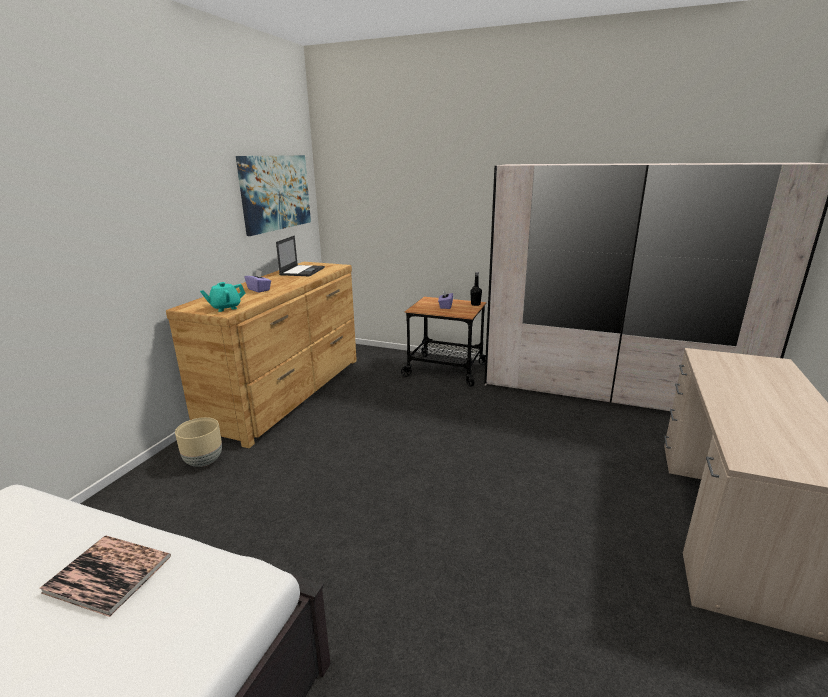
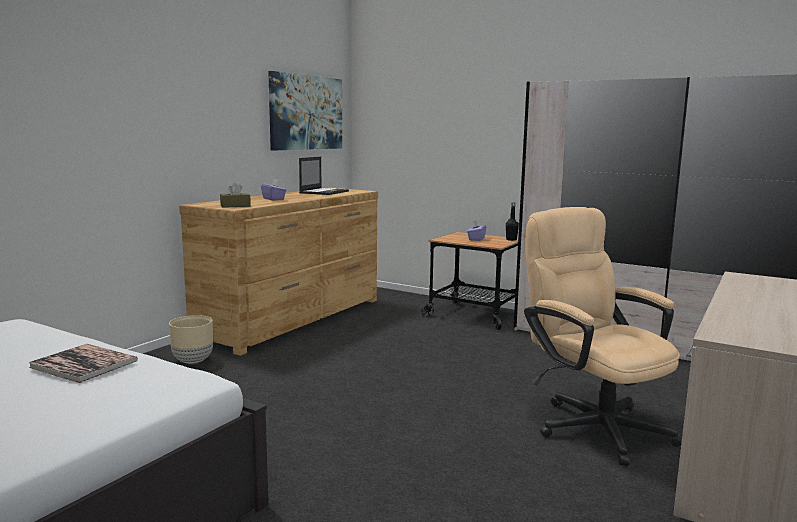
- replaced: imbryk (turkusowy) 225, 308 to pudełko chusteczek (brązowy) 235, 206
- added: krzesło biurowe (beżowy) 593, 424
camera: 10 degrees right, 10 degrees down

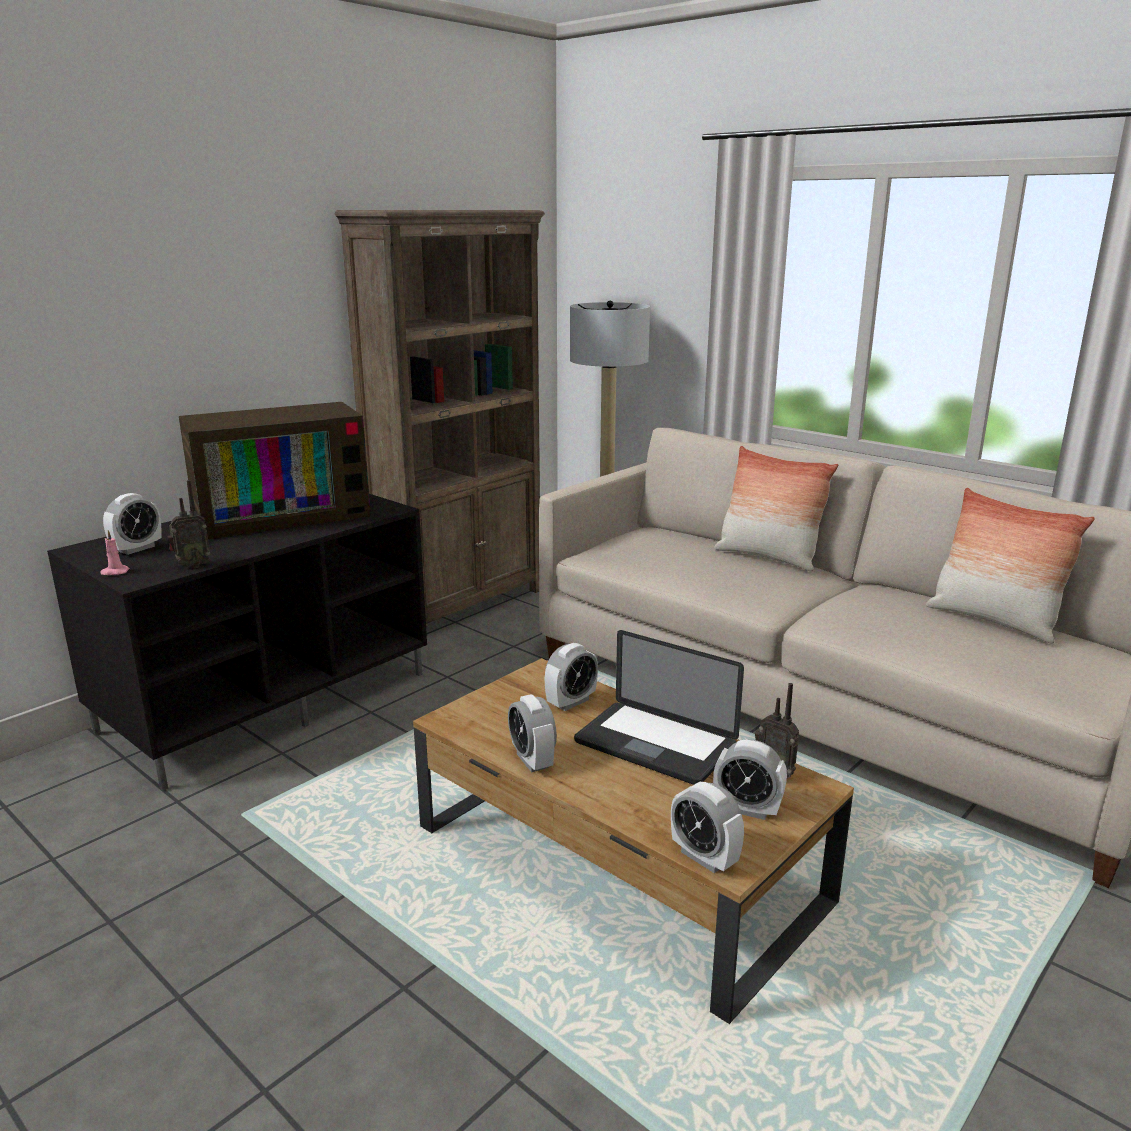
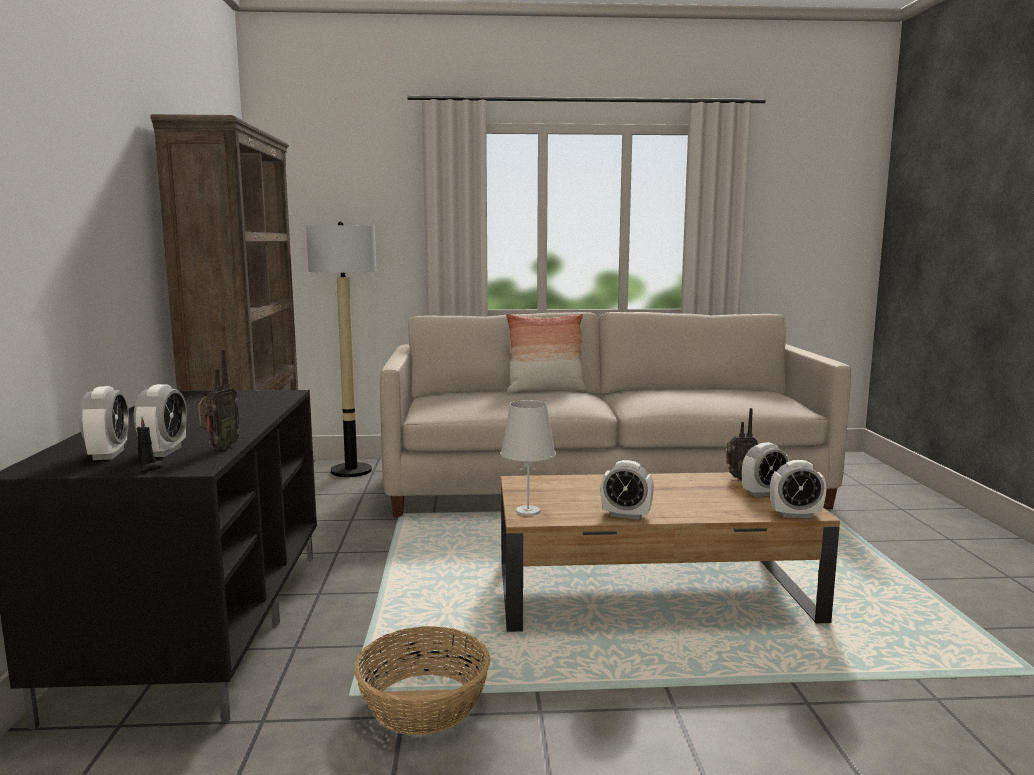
- recoloured: świeca (różowy) 114, 572 to świeca (czarny) 145, 469
- moved: budzik 571, 702 to 164, 451
- added: koszyk 423, 703
- added: lampa stołowa (biały) 527, 511
- removed: telewizor 283, 514
- removed: laptop 655, 744
- removed: poduszka 993, 621
camera: 45 degrees left, 10 degrees down

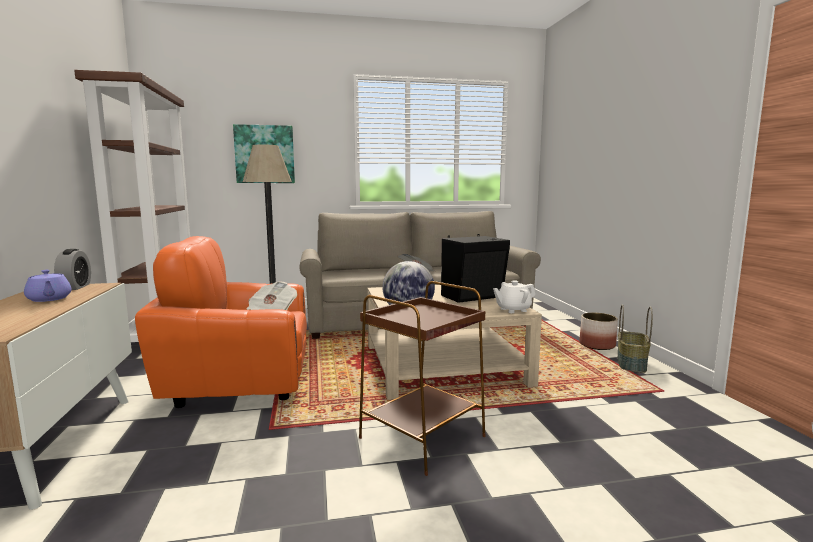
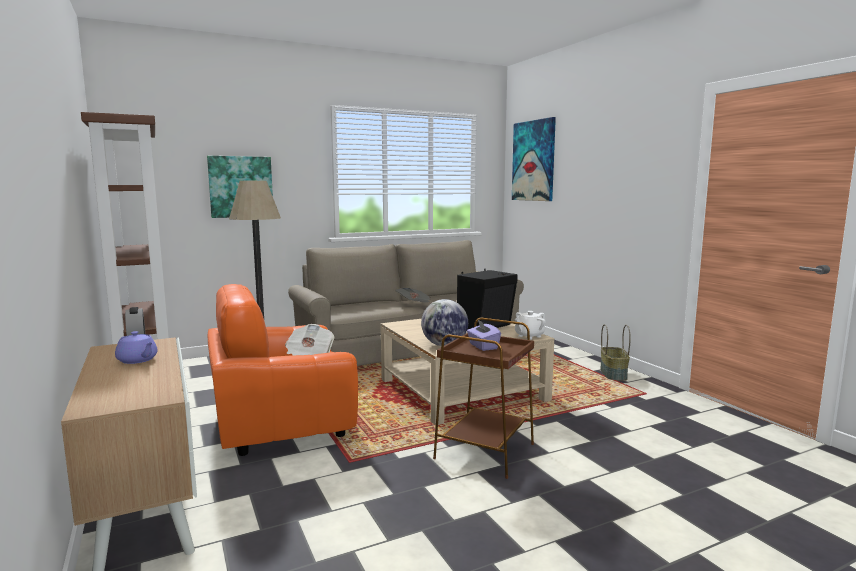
- added: pudełko chusteczek (fioletowy) 483, 346
- added: obraz 533, 161
- removed: donica 597, 345
camera: 15 degrees left, 0 degrees up

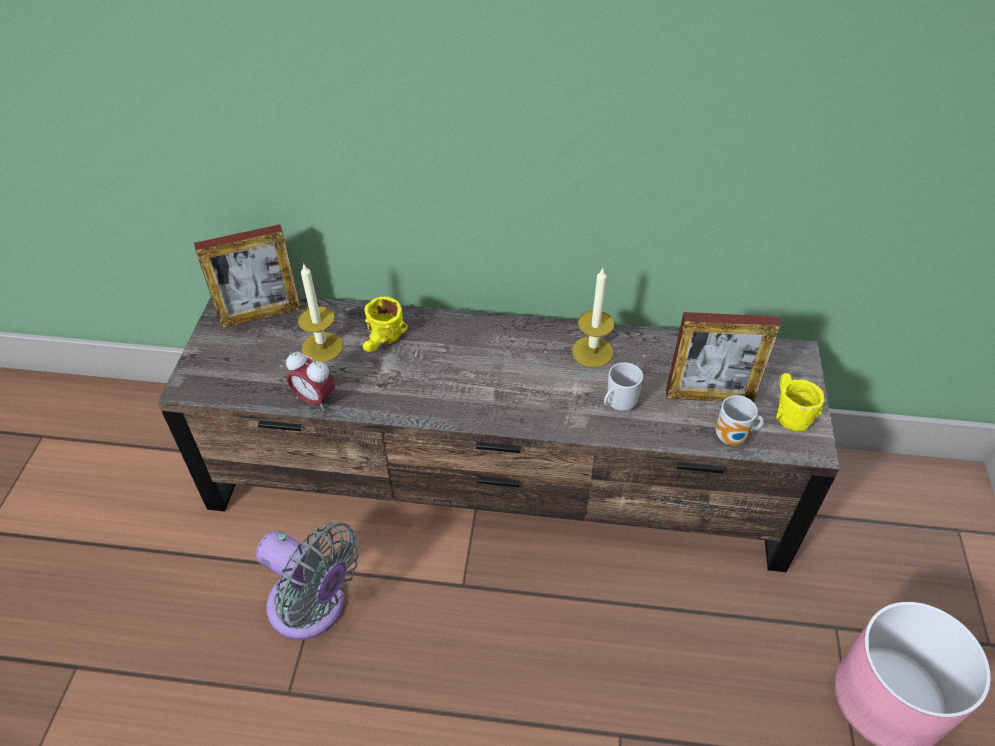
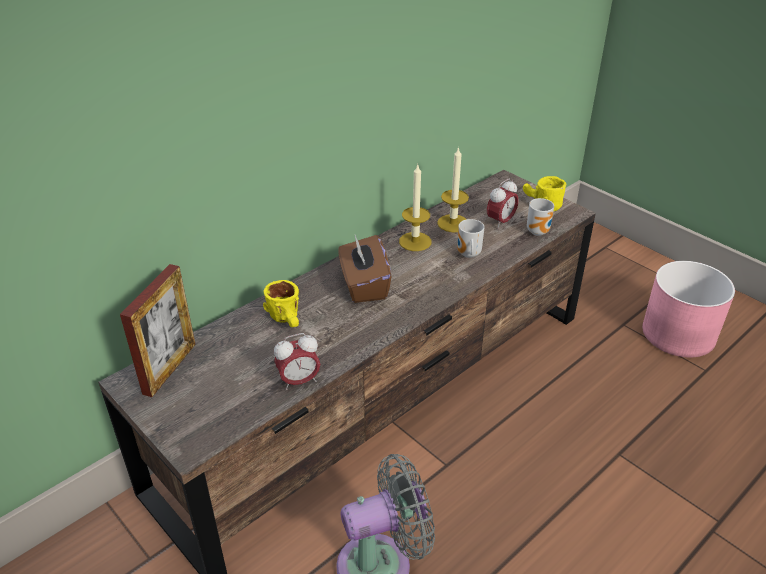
- added: pudełko chusteczek (brązowy) 364, 285
- moved: świeca 322, 347 to 453, 223
- replaced: ramka na zdjęcie 709, 396 to budzik 500, 222
camera: 50 degrees left, 10 degrees down

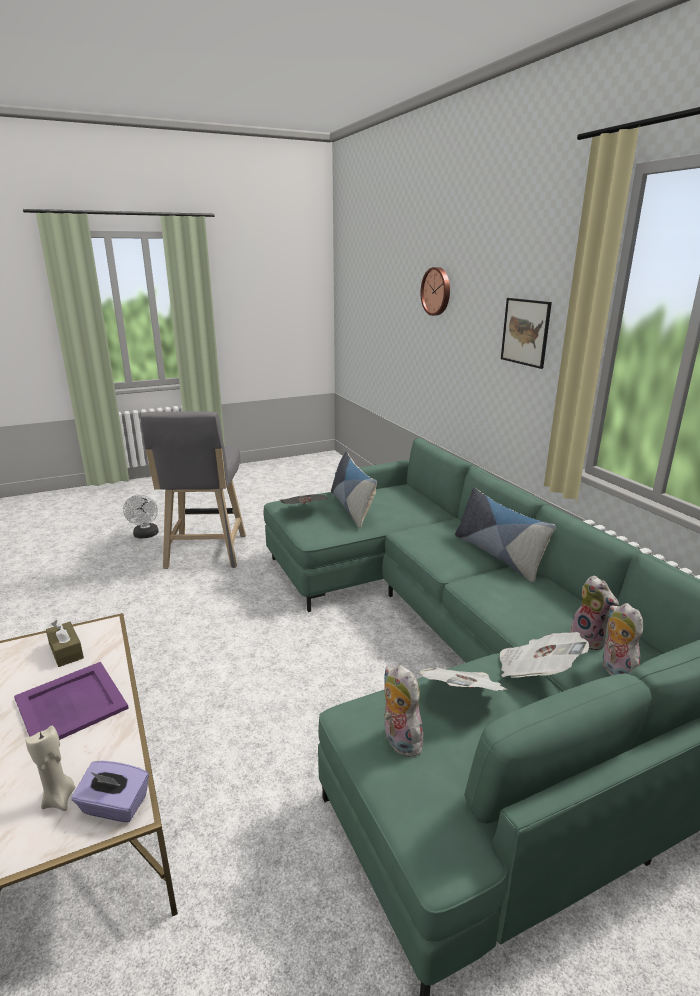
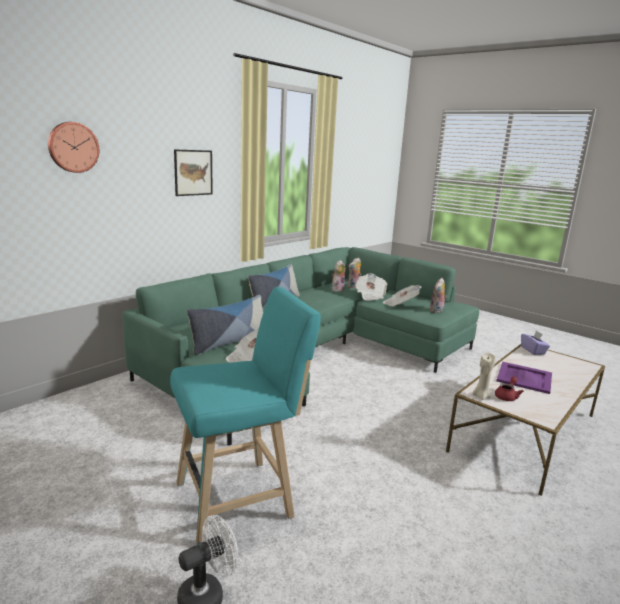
- recoloured: stołek (szary) 205, 554 to stołek (turkusowy) 240, 498
- moved: świeca (beżowy) 59, 798 to 480, 396
- replaced: pudełko chusteczek (brązowy) 66, 651 to imbryk (czerwony) 507, 396
camera: 115 degrees left, 5 degrees down

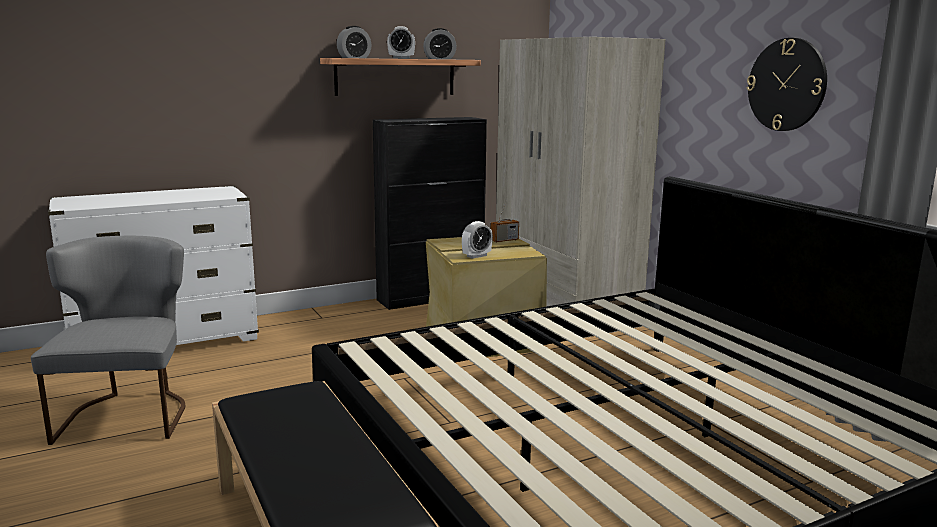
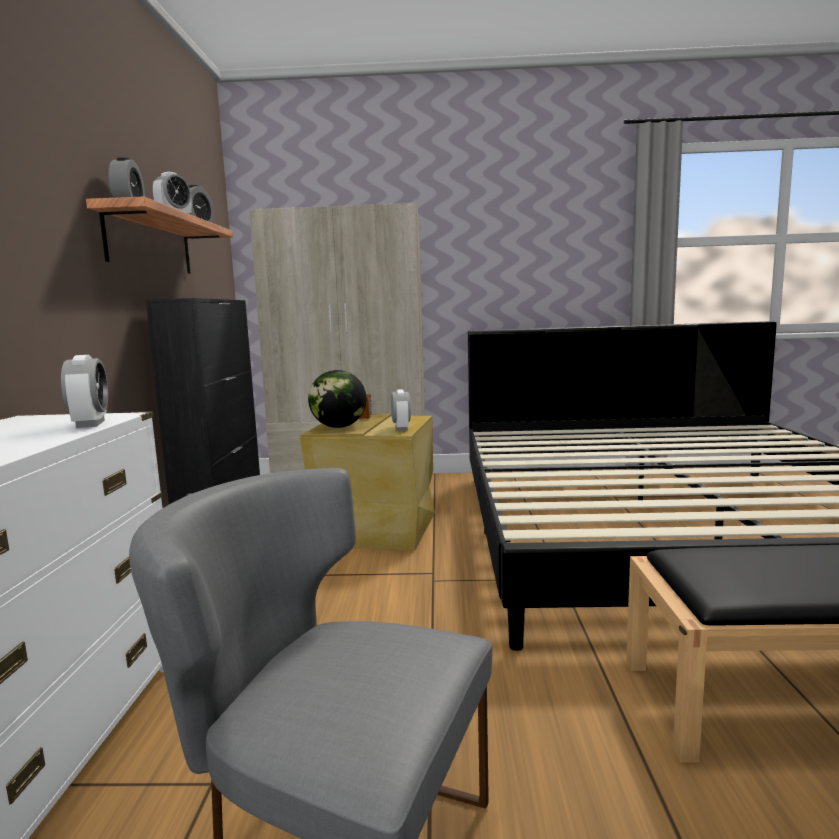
- added: budzik 90, 424
- added: globus 339, 427
- removed: zegar ścienny 786, 85
camera: 60 degrees left, 5 degrees down

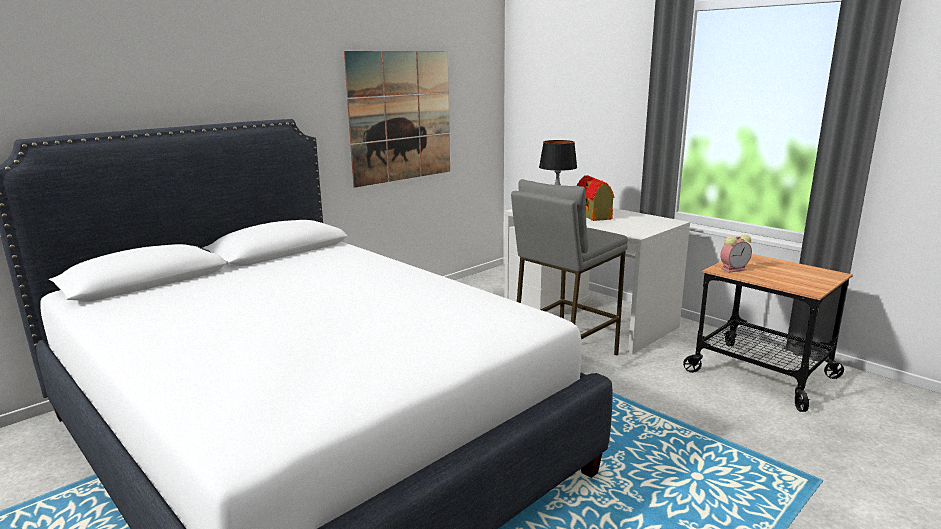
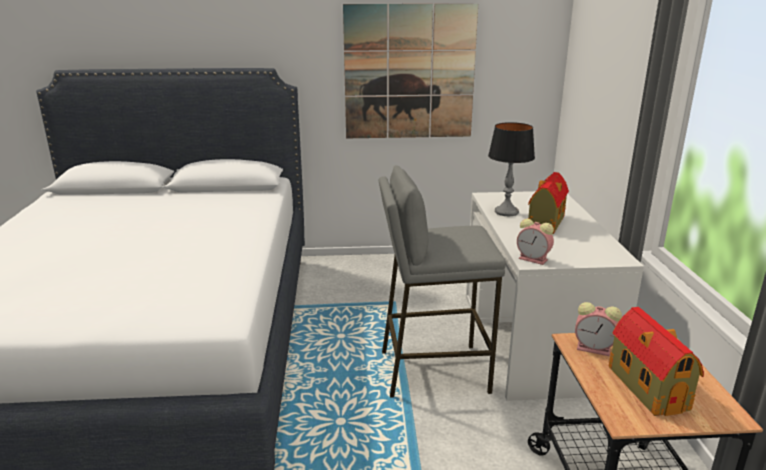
- added: budzik 534, 259
- added: domek 646, 386
camera: 40 degrees right, 5 degrees up

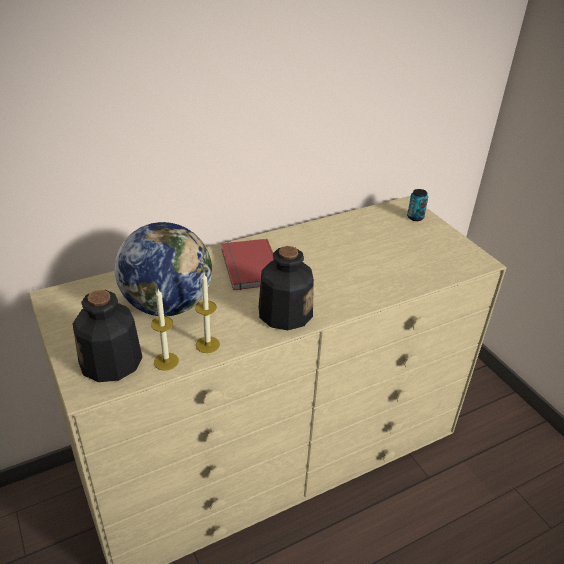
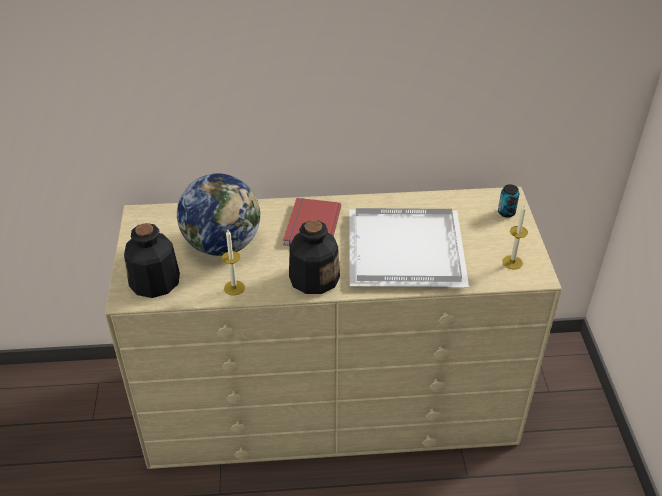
- added: taca (biały) 403, 248
- moved: świeca 166, 361 to 512, 262
camera: 25 degrees right, 5 degrees up

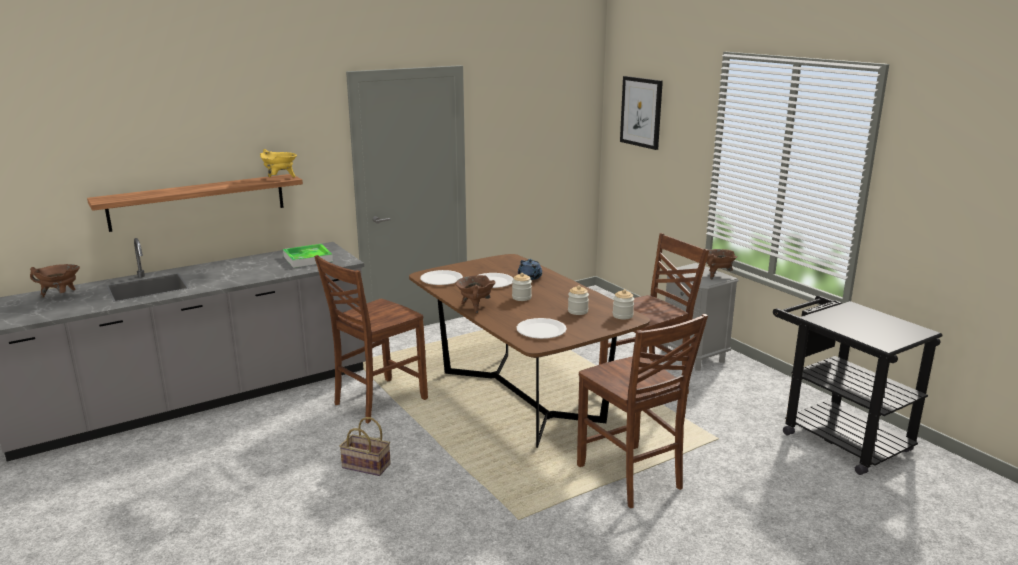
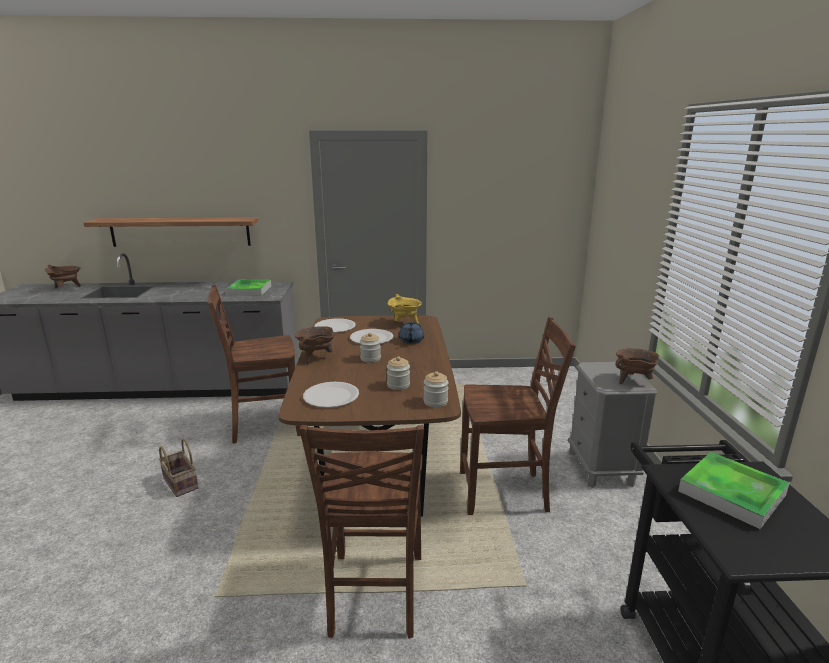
- moved: garnek (żółty) 280, 178 to 404, 323
- added: taca 731, 493
- removed: obraz 641, 112
camera: 30 degrees right, 0 degrees up

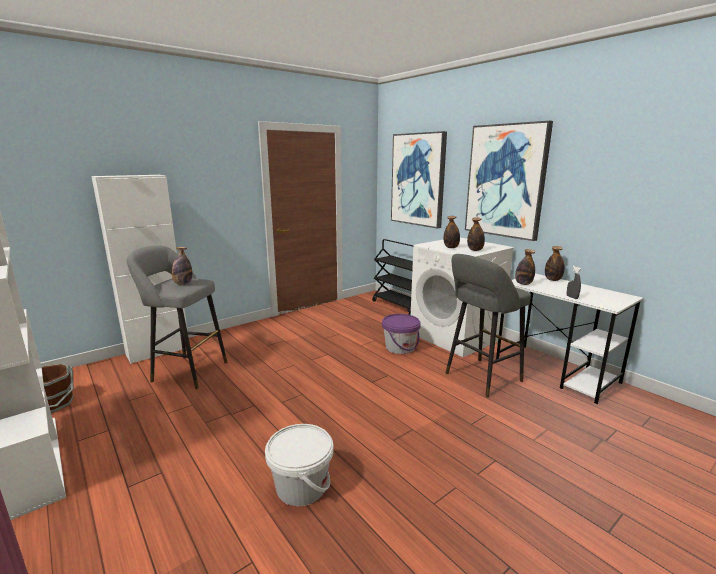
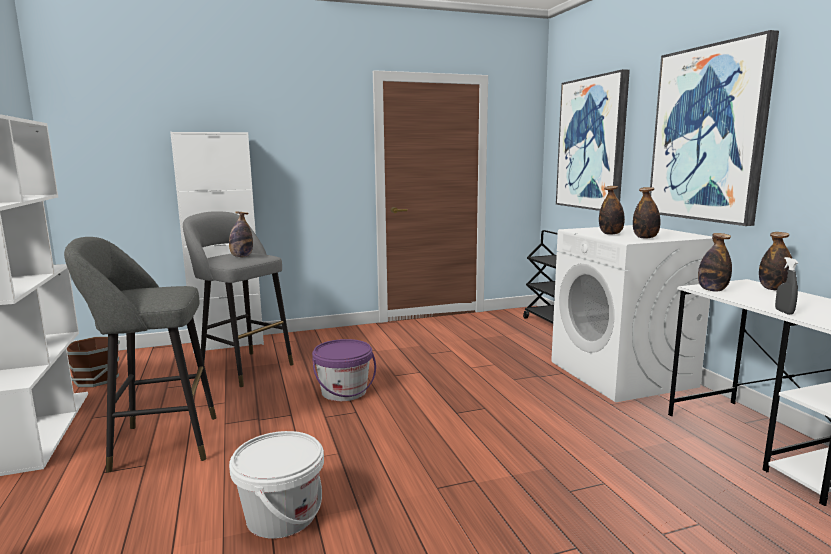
- moved: stołek (szary) 480, 378 to 158, 443
- moved: wiadro (fioletowy) 400, 347 to 344, 392
camera: 20 degrees right, 5 degrees down

